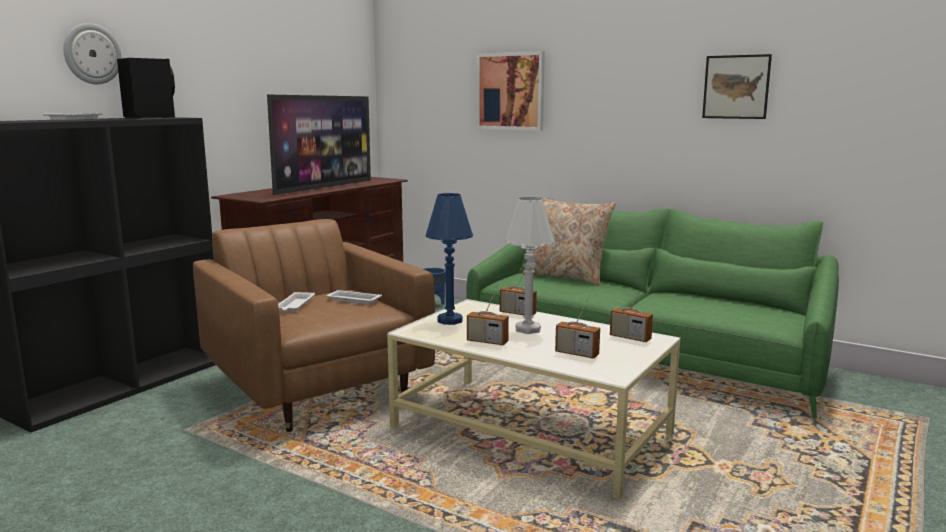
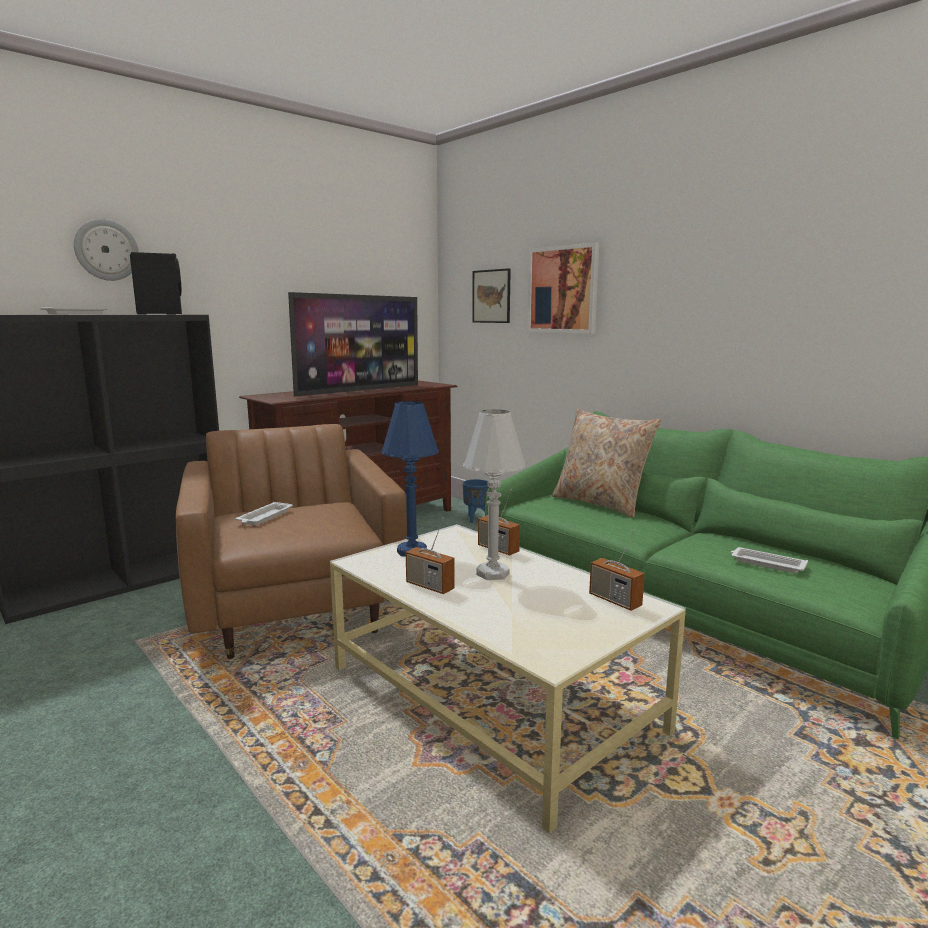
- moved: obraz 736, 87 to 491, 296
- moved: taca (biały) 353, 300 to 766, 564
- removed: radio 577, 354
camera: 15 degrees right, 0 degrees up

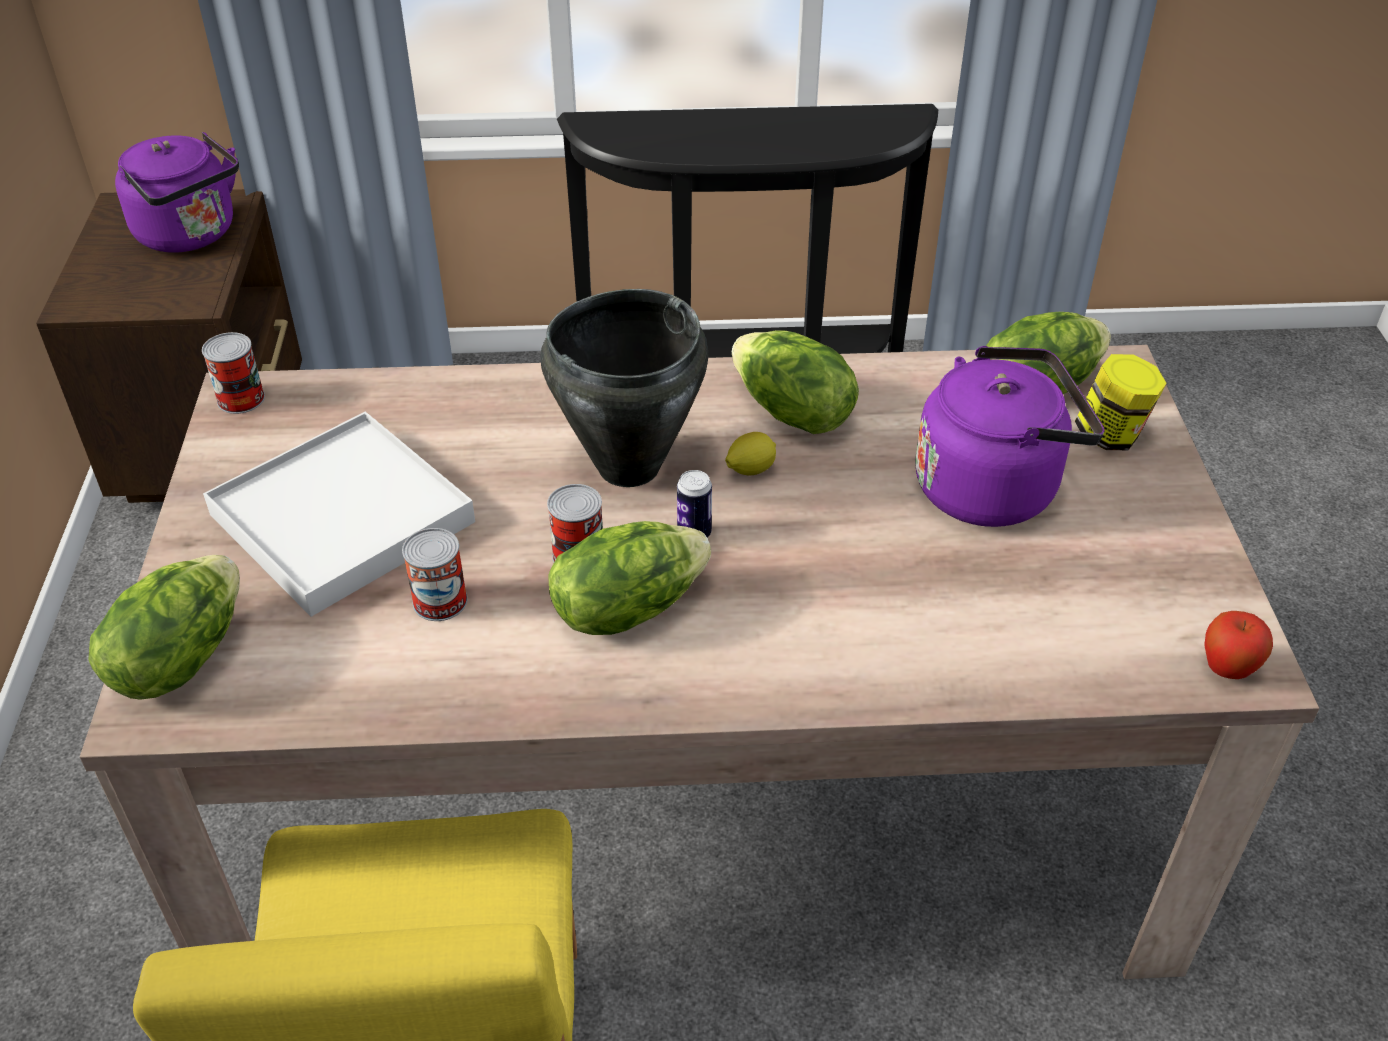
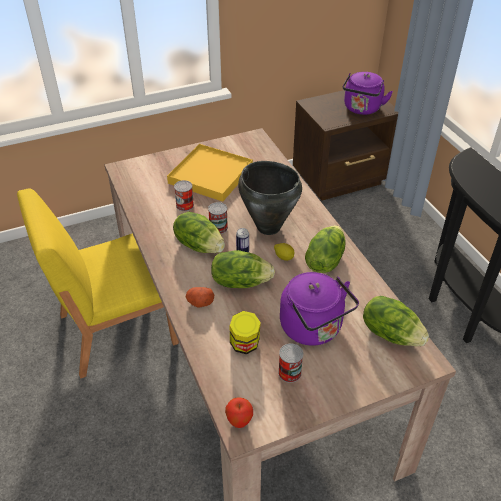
- recoloured: taca (biały) 342, 518 to taca (żółty) 211, 175
- added: ziemniak 199, 302
- moved: sałata 179, 658 to 240, 281
- moved: słoik 1111, 435 to 244, 345
- moved: puszka 241, 399 to 289, 372
camera: 70 degrees right, 0 degrees up

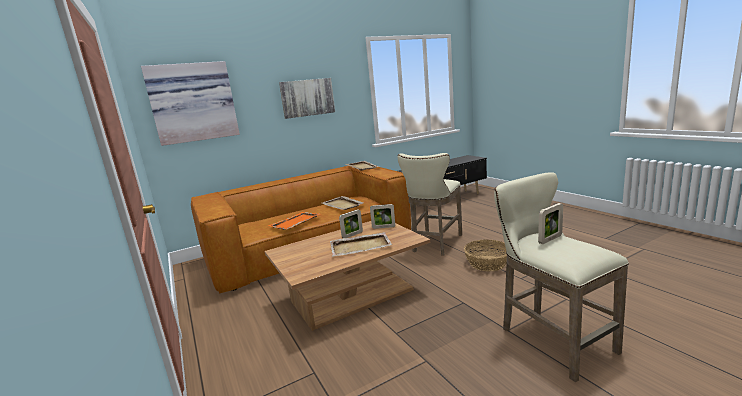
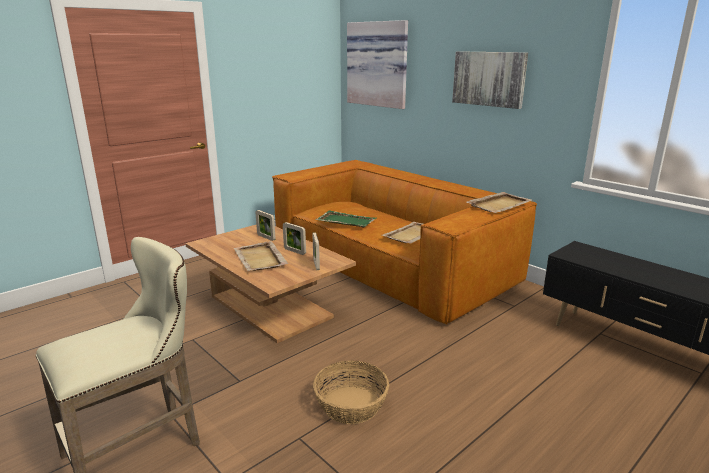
- moved: ramka na zdjęcie 550, 239 to 266, 237
- recoloured: taca (pomarańczowy) 295, 222 to taca (zielony) 345, 221
- removed: stołek (beżowy) 435, 244
camera: 75 degrees right, 5 degrees up

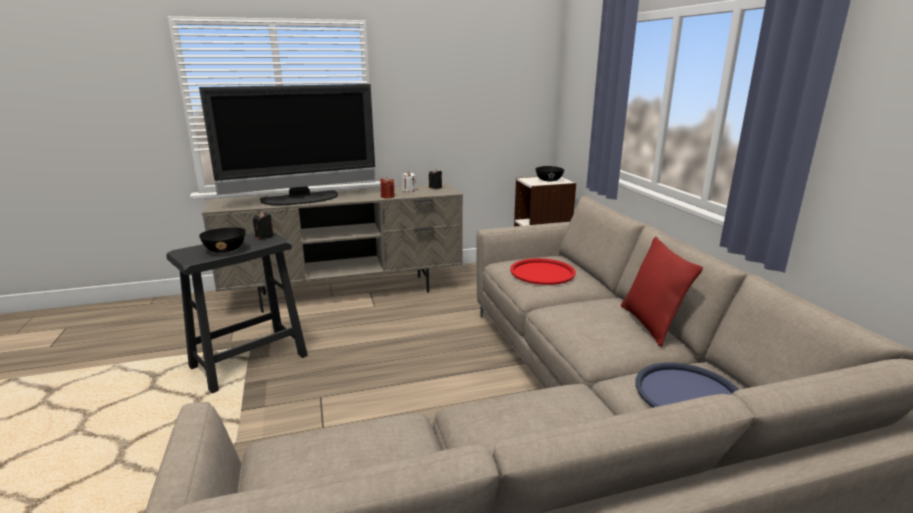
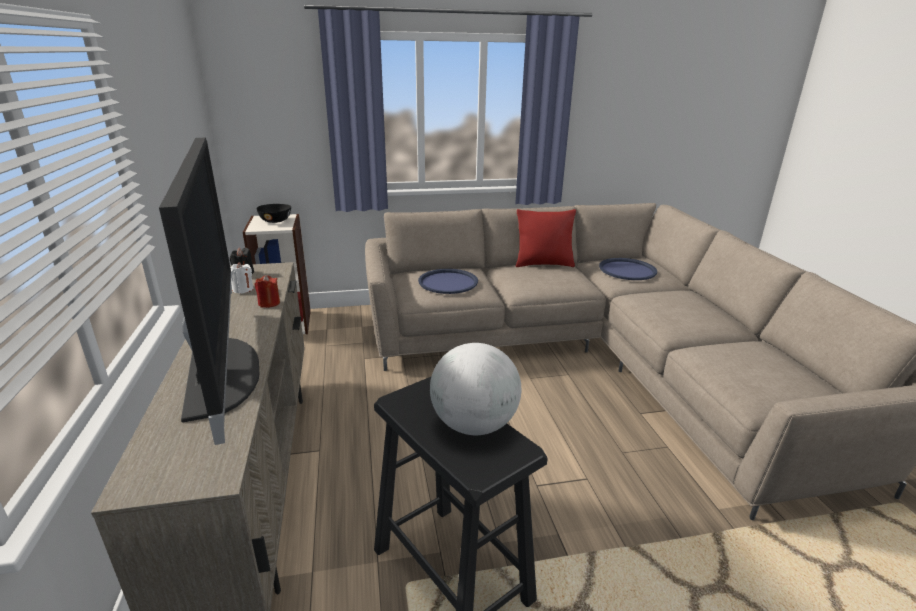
- recoloured: taca (czerwony) 542, 272 to taca (niebieski) 448, 282
- replaced: miska (czarny) 226, 250 to globus 474, 425
- removed: świeca (czarny) 264, 236
camera: 85 degrees left, 5 degrees up

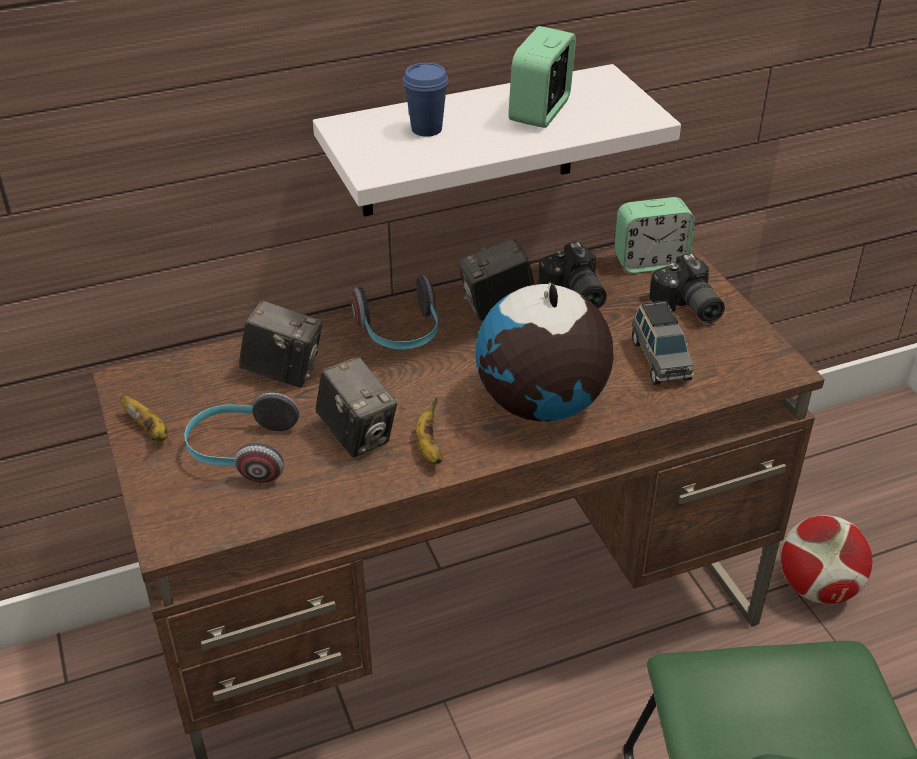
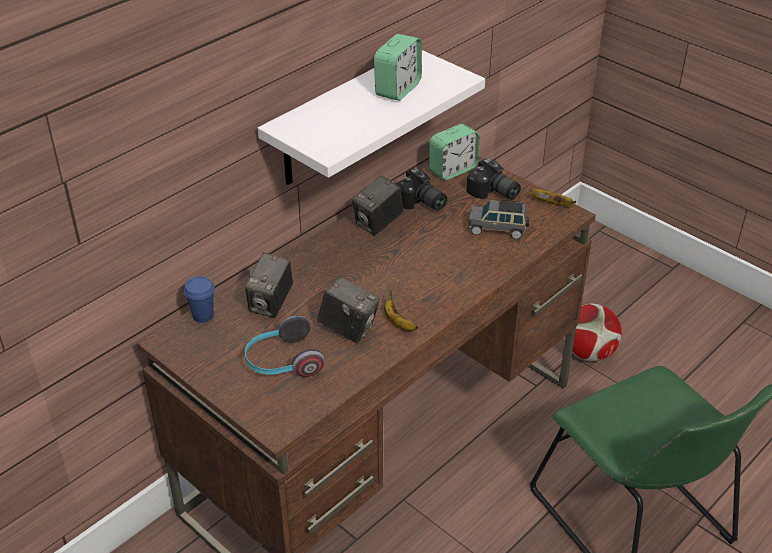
- moved: filiżanka (niebieski) 426, 129 to 203, 316
- turned: aparat fotograficzny 284, 372 = 271, 304 120 degrees clockwise
- turned: budzik 541, 112 = 398, 89 150 degrees counterclockwise
- turned: samochodzik (szary) 659, 360 = 498, 229 135 degrees clockwise
- moved: banan 149, 430 to 553, 204
- removed: słuchawki 400, 333
- removed: globus 541, 405
camera: 25 degrees left, 0 degrees up

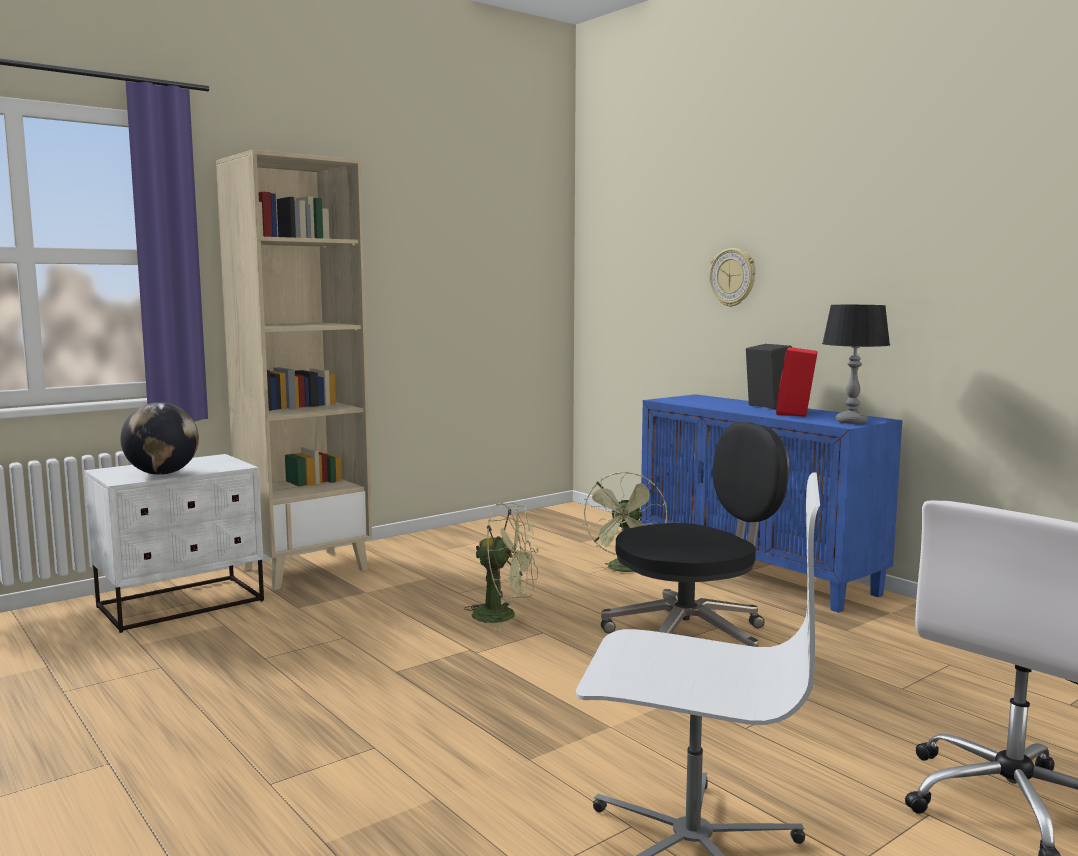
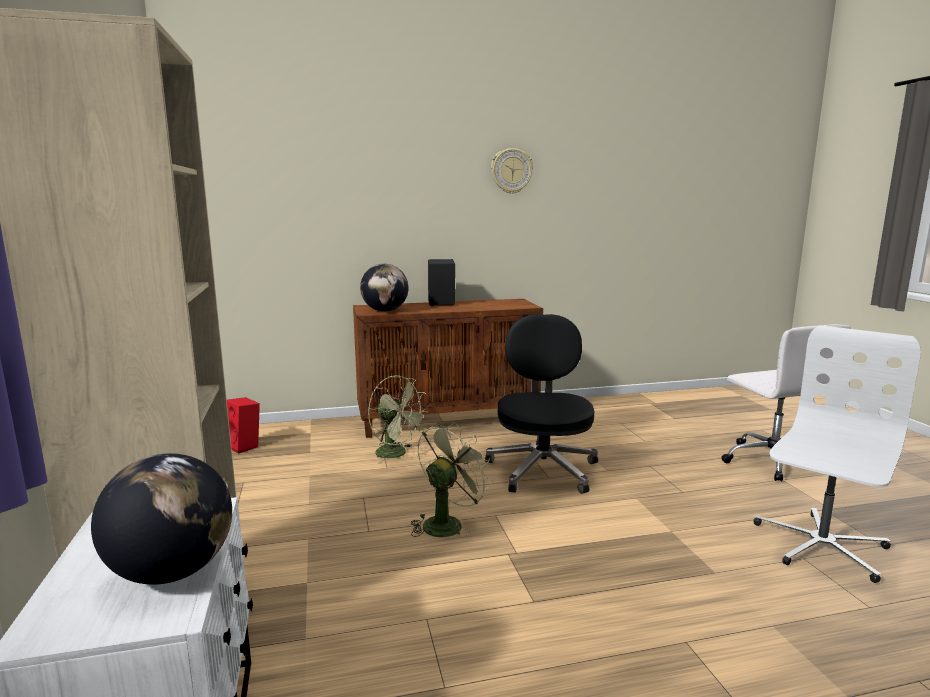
- moved: głośnik (czerwony) 796, 414 to 245, 446
- recoloured: szafka (niebieski) 758, 572 to szafka (brązowy) 448, 420
- added: globus 385, 311
- moved: zegar ścienny 733, 277 to 511, 171
- removed: lampa stołowa 851, 422
camera: 65 degrees left, 5 degrees up

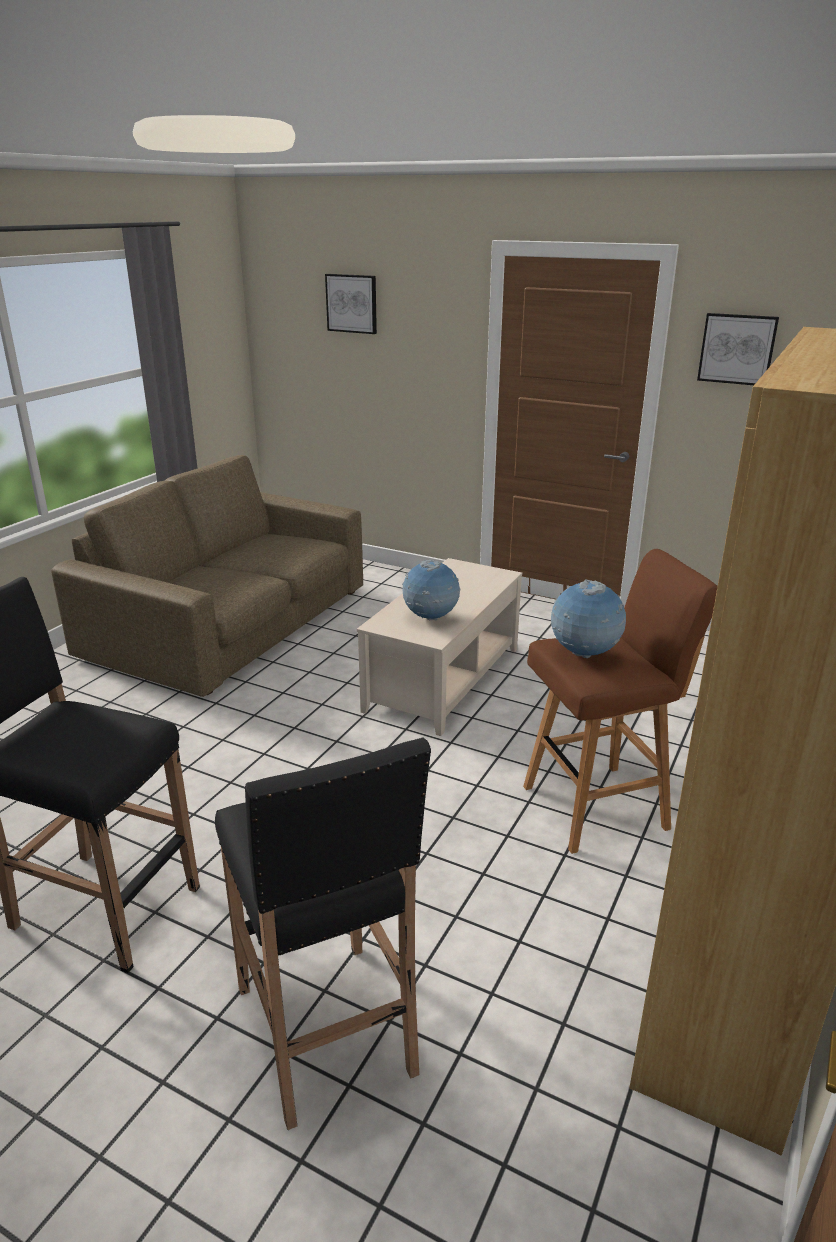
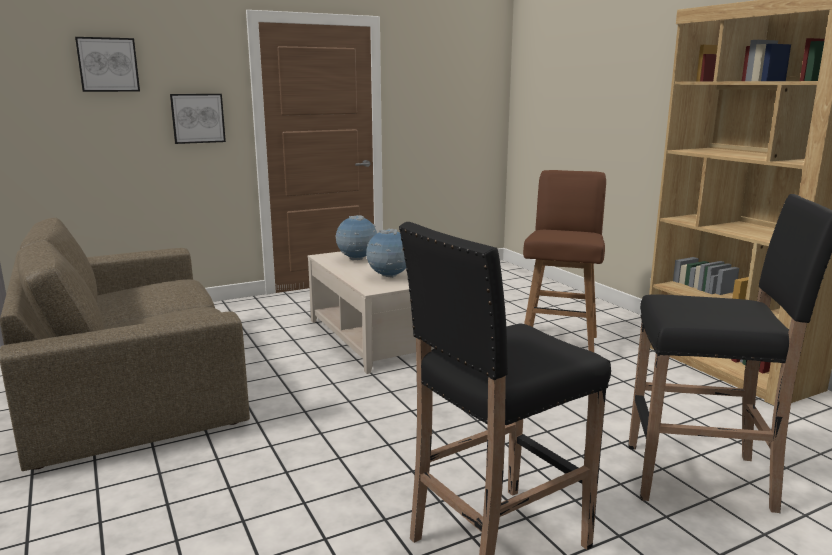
- moved: obraz 737, 349 to 198, 118
- moved: globus 584, 655 to 357, 259
camera: 55 degrees left, 10 degrees down

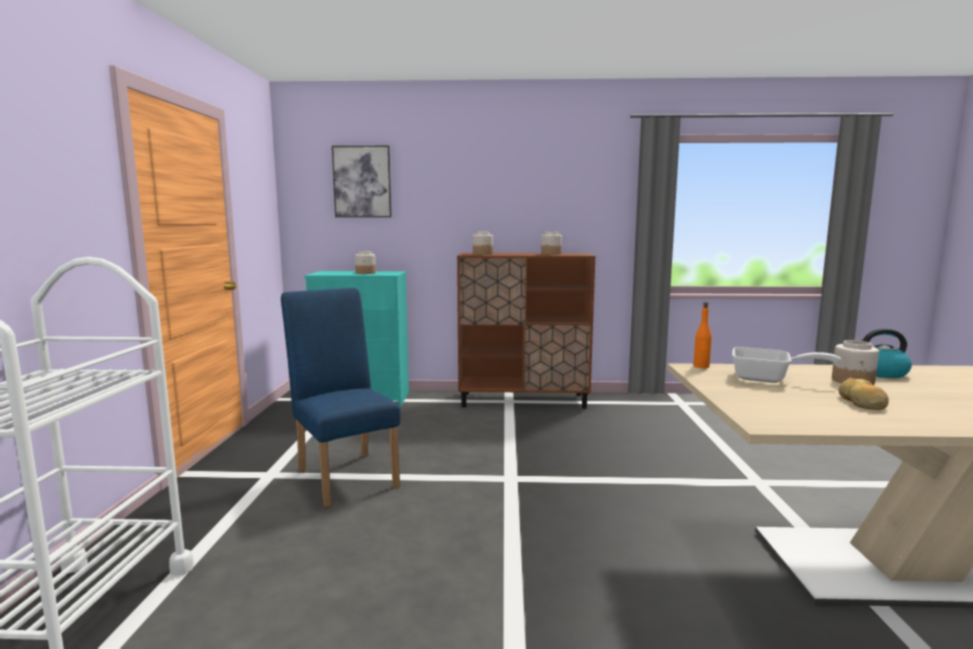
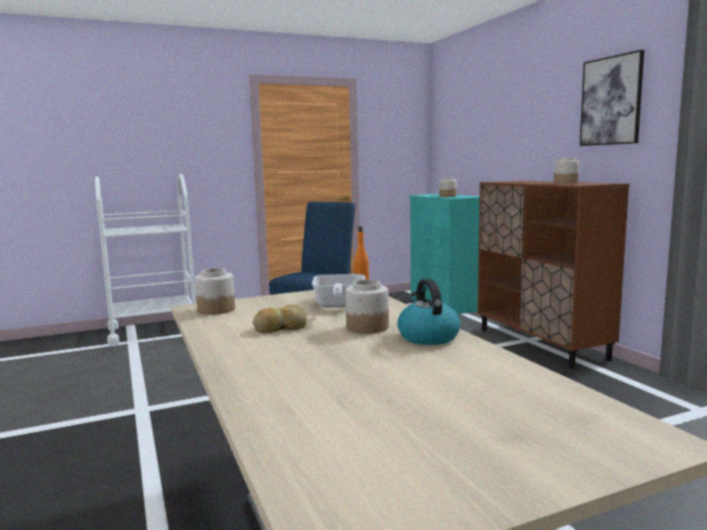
- moved: słoik 482, 254 to 216, 309
- moved: obraz 362, 182 to 611, 101
camera: 65 degrees right, 0 degrees up

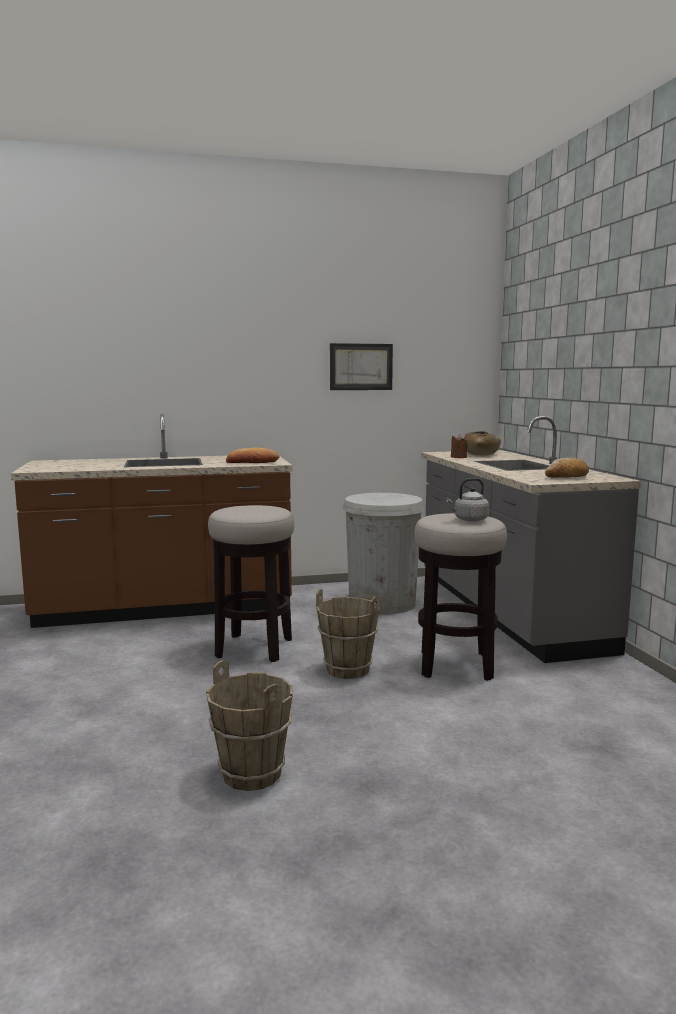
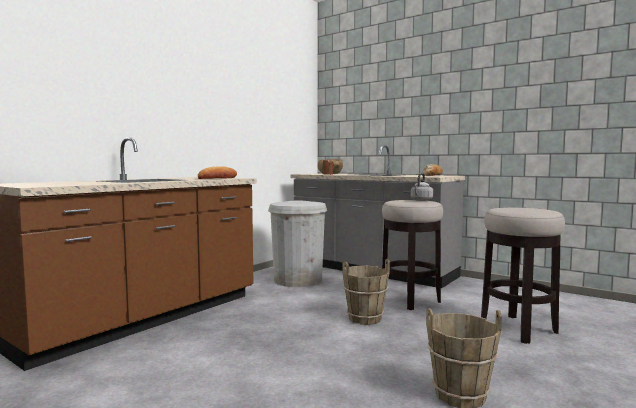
- moved: stołek 254, 648 to 518, 329
- removed: obraz 361, 367
camera: 40 degrees left, 5 degrees down

